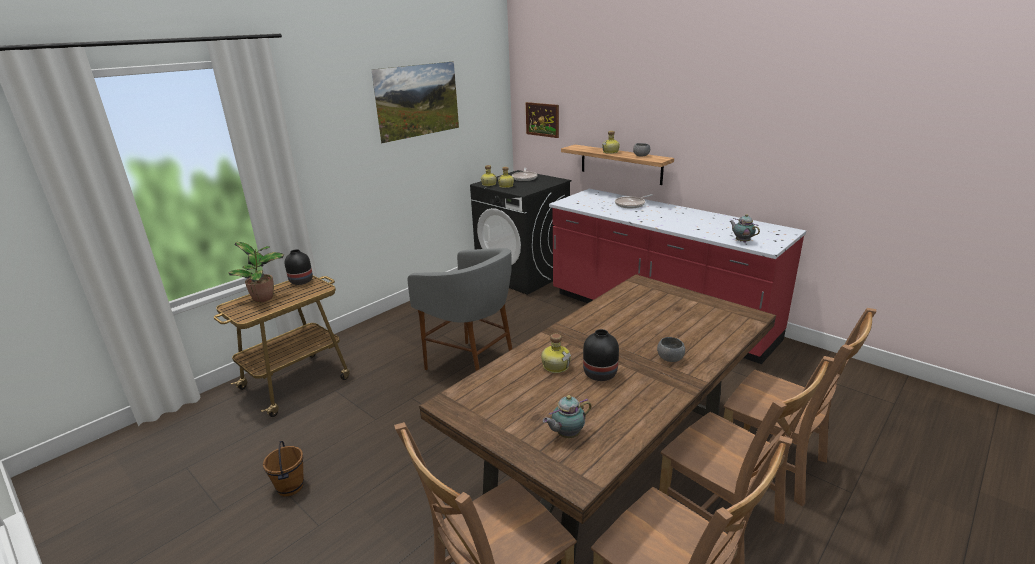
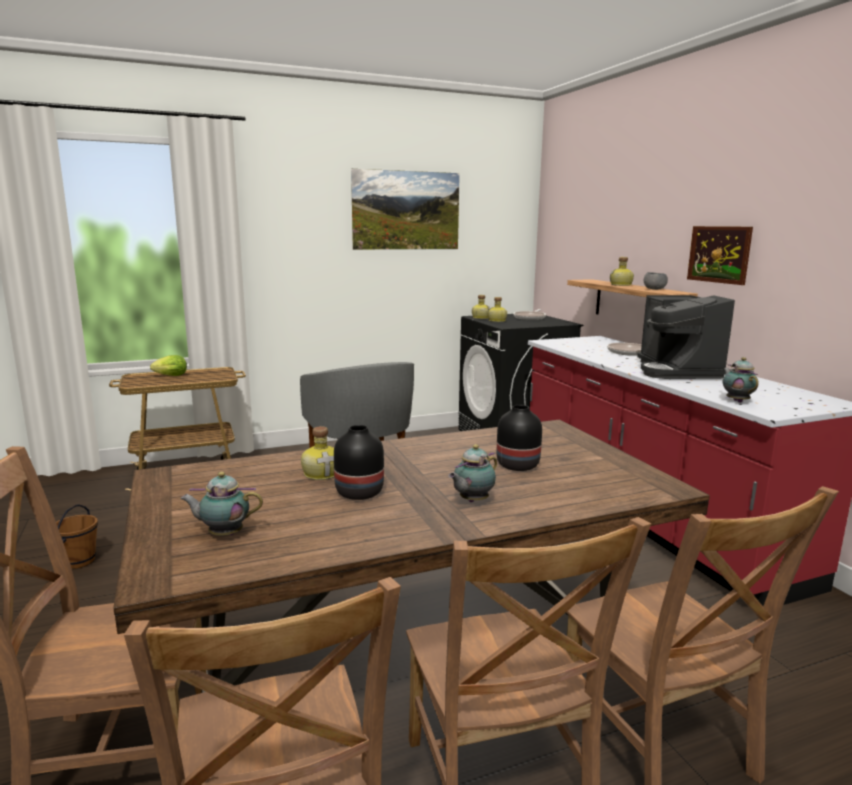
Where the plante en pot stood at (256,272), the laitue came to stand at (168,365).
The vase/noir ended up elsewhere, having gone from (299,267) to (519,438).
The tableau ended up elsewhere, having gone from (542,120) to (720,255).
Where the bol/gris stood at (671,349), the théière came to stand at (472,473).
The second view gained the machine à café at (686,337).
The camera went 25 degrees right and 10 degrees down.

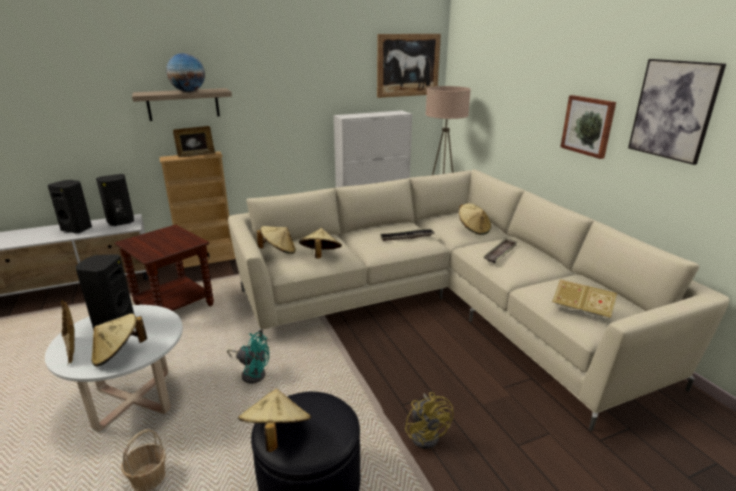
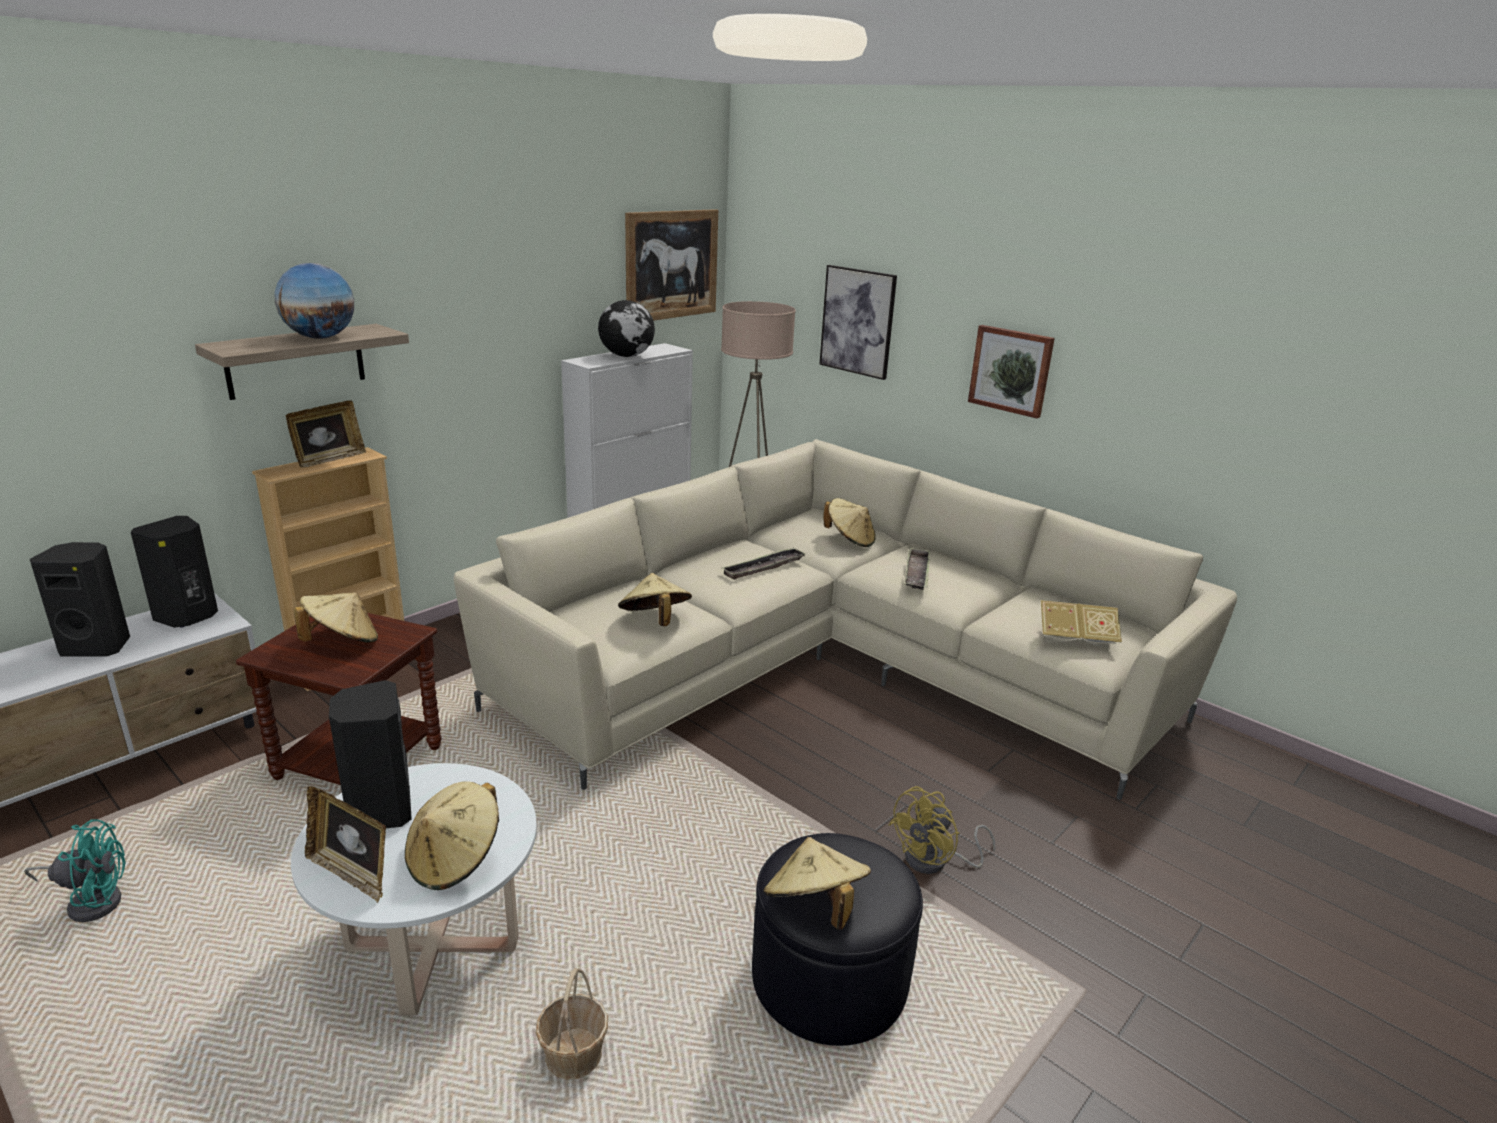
The ventilateur/turquoise ended up elsewhere, having gone from (248,358) to (75,870).
The chapeau/beige ended up elsewhere, having gone from (276,240) to (336,618).
The ventilateur/jaune at (429,420) ended up facing another way, 90 degrees clockwise from before.
The tableau ended up elsewhere, having gone from (677,112) to (858,322).
The second view gained the globe at (626,328).
The camera went 25 degrees left and 0 degrees up.

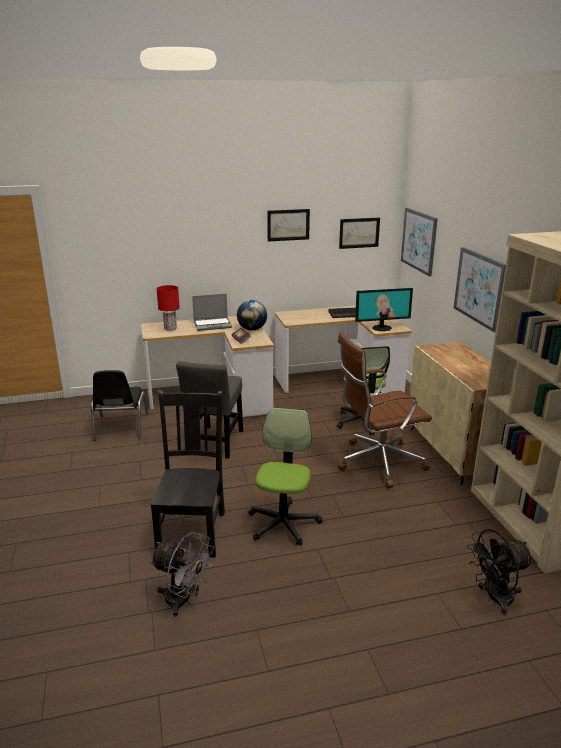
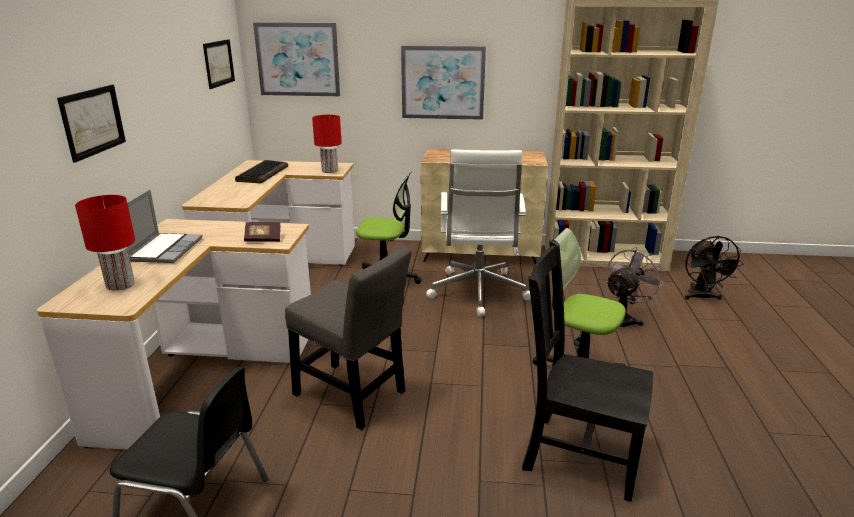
The ventilateur/gris ended up elsewhere, having gone from (182,574) to (635,287).
The second view lost the globe at (252,315).
The tableau ended up elsewhere, having gone from (288,225) to (91,124).
What was the chaise de bureau/marron at (385,410) turned into the chaise de bureau/blanc at (478,233).
Where the écran d'ordinateur stood at (384,309), the lampe de table/rouge came to stand at (327,144).
The camera went 70 degrees left and 0 degrees up.

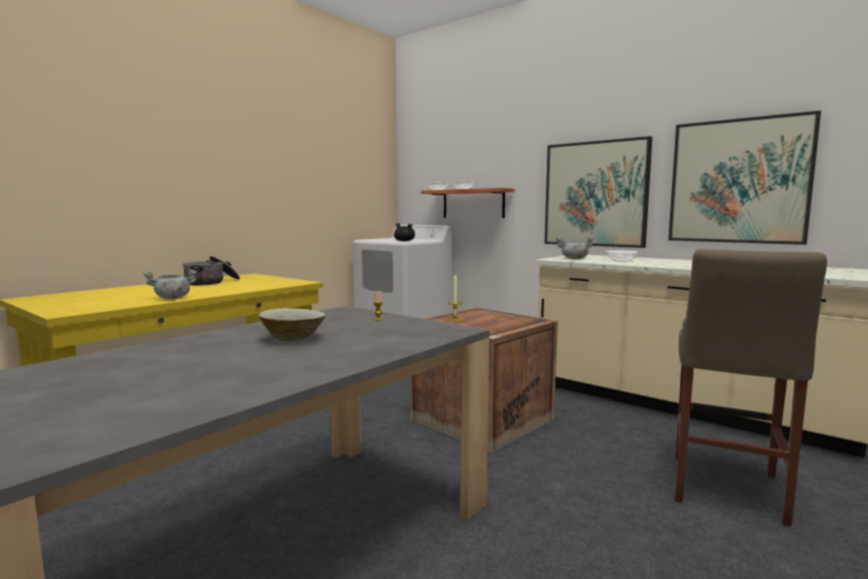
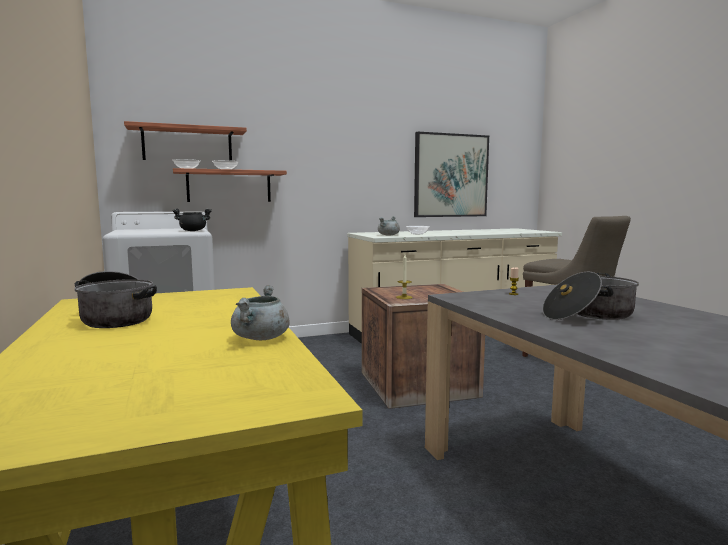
Where the bol/beige stood at (292,324), the marmite came to stand at (590,296).
The second view lost the tableau at (598,192).
The second view gained the étagère at (185,141).
The camera went 60 degrees left and 0 degrees up.

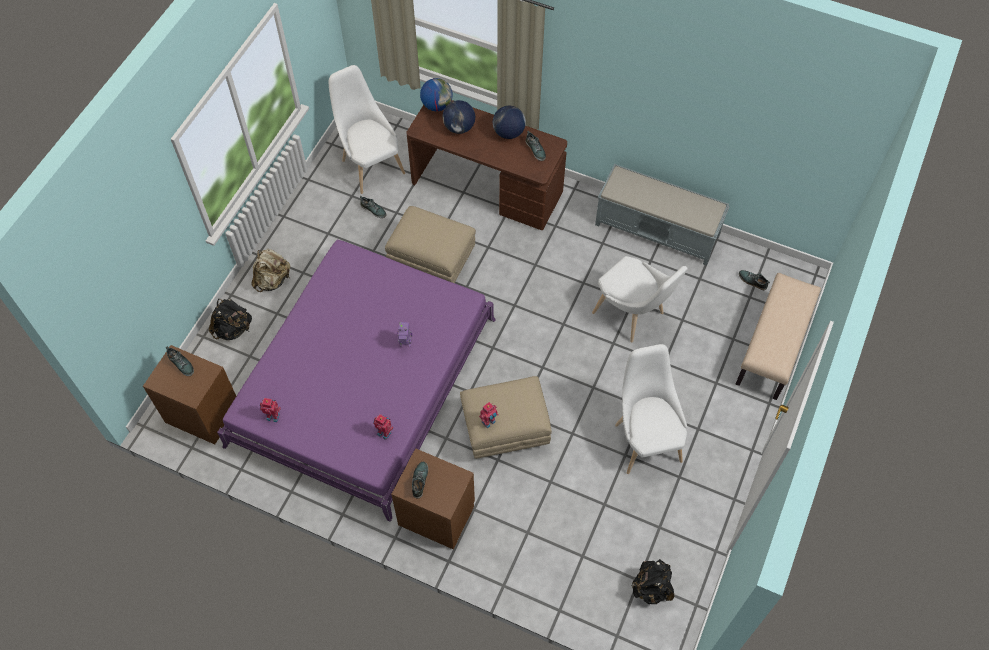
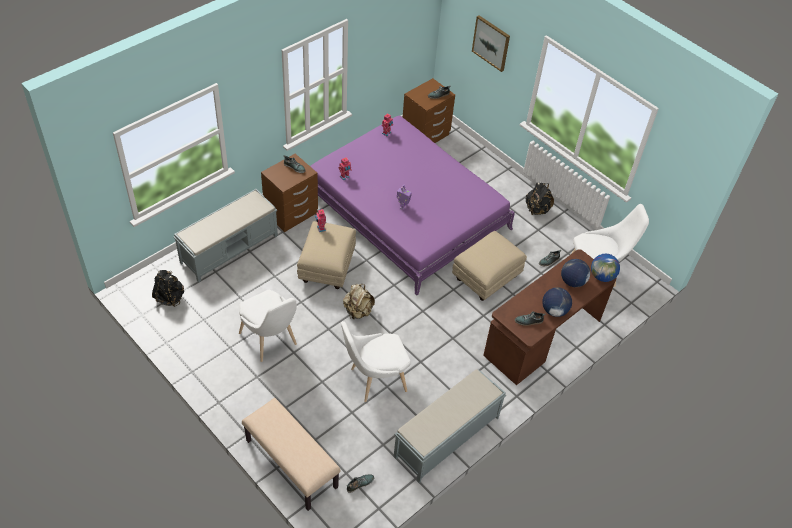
The sac à dos/noir ended up elsewhere, having gone from (230,319) to (540,198).
The sac à dos/beige ended up elsewhere, having gone from (270,270) to (359,302).
The chaise/blanc at (651,409) ended up facing another way, 45 degrees clockwise from before.
The second view gained the banc/gris at (226,235).
The second view gained the tableau at (491,43).
The camera went 110 degrees right and 10 degrees down.

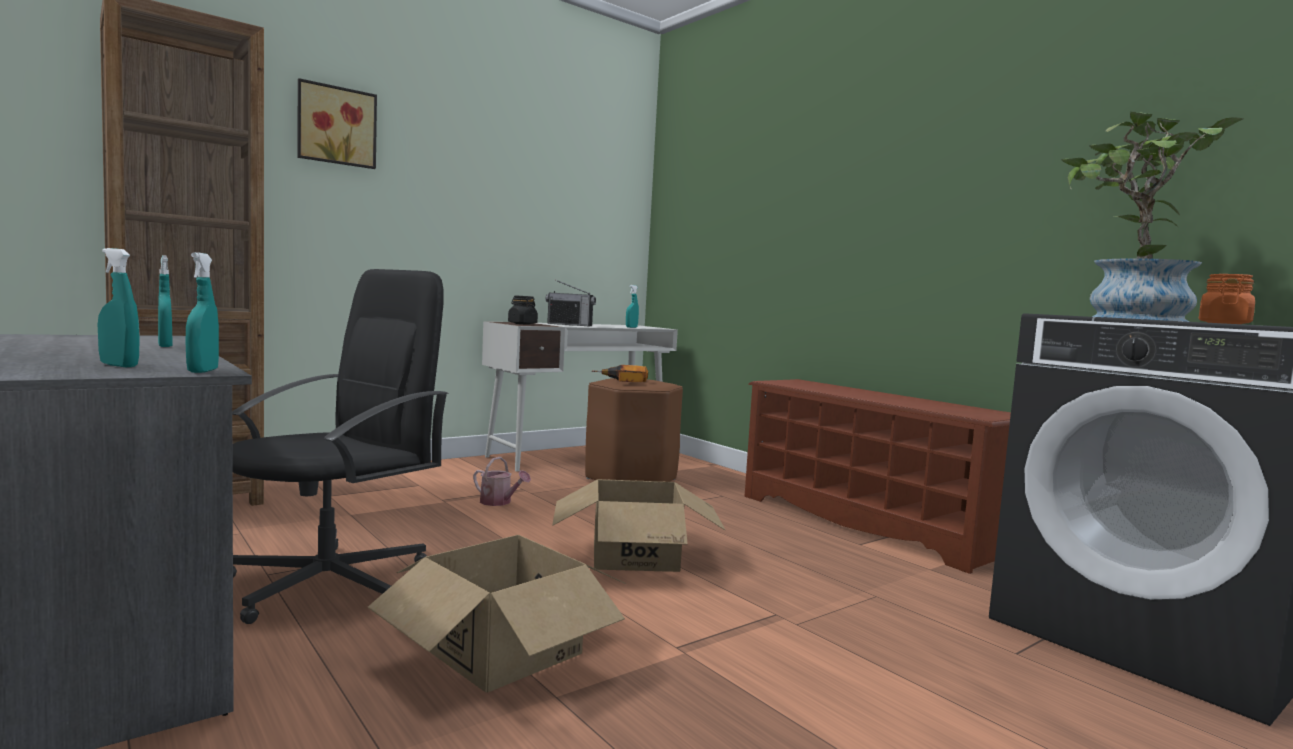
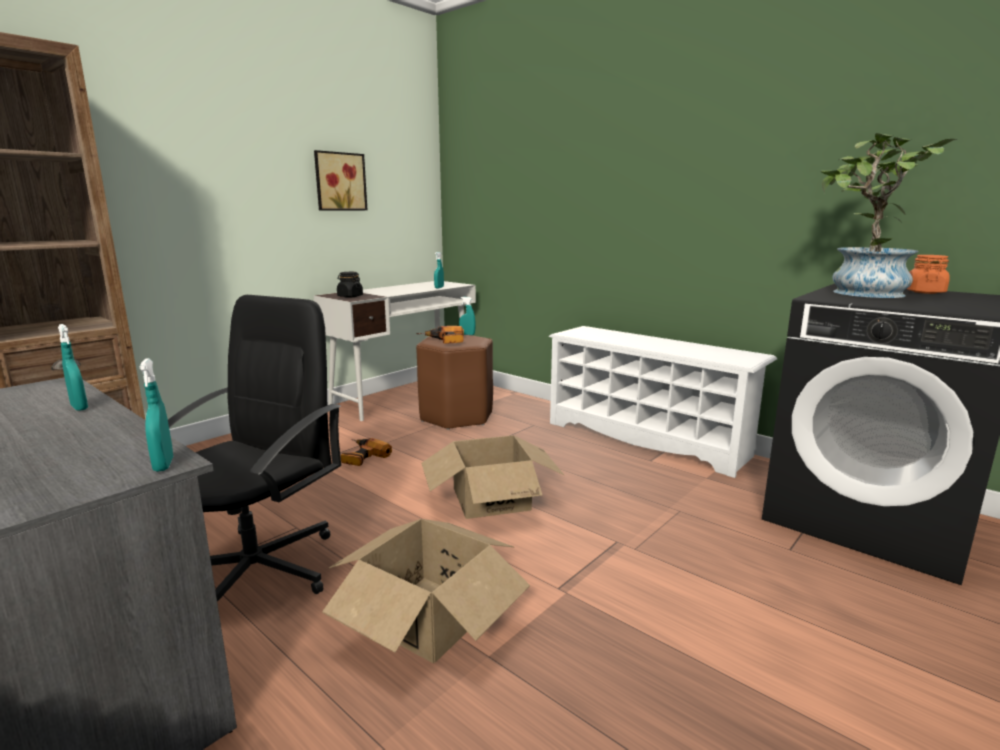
The vaporisateur/turquoise ended up elsewhere, having gone from (119,307) to (467,316).
The tableau ended up elsewhere, having gone from (337,123) to (340,180).
Where the arrosoir stood at (502,481), the perceuse came to stand at (366,452).
The second view lost the radio at (571,303).
What was the étagère à chaussures/marron at (878,476) turned into the étagère à chaussures/blanc at (663,402).
The camera went 10 degrees left and 10 degrees up.

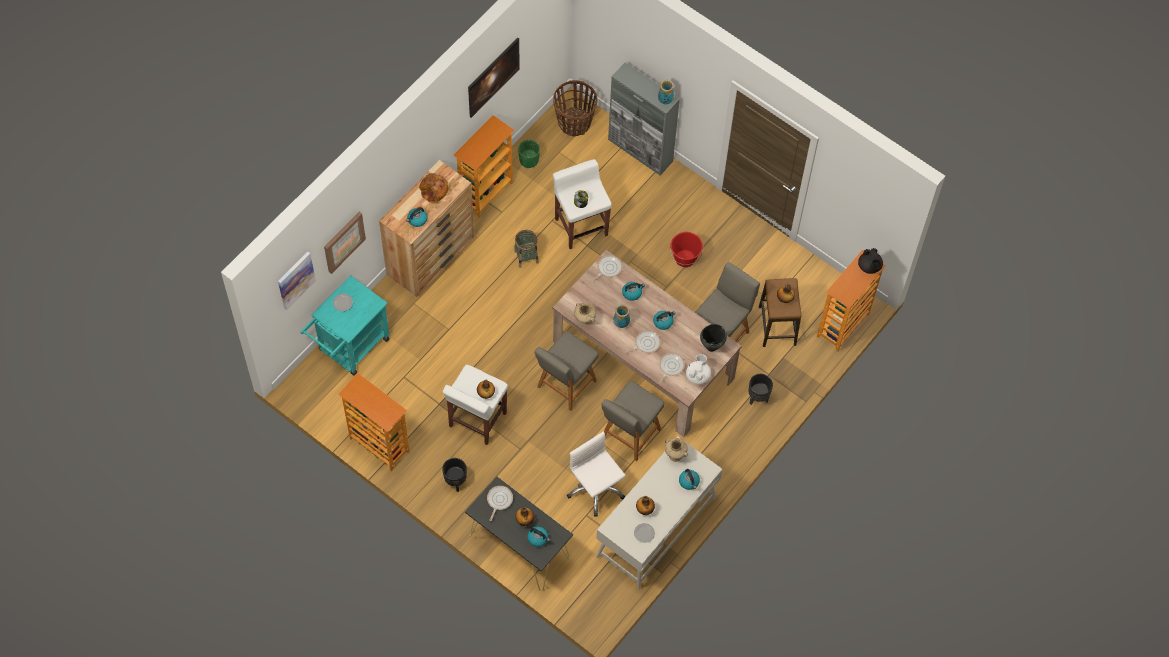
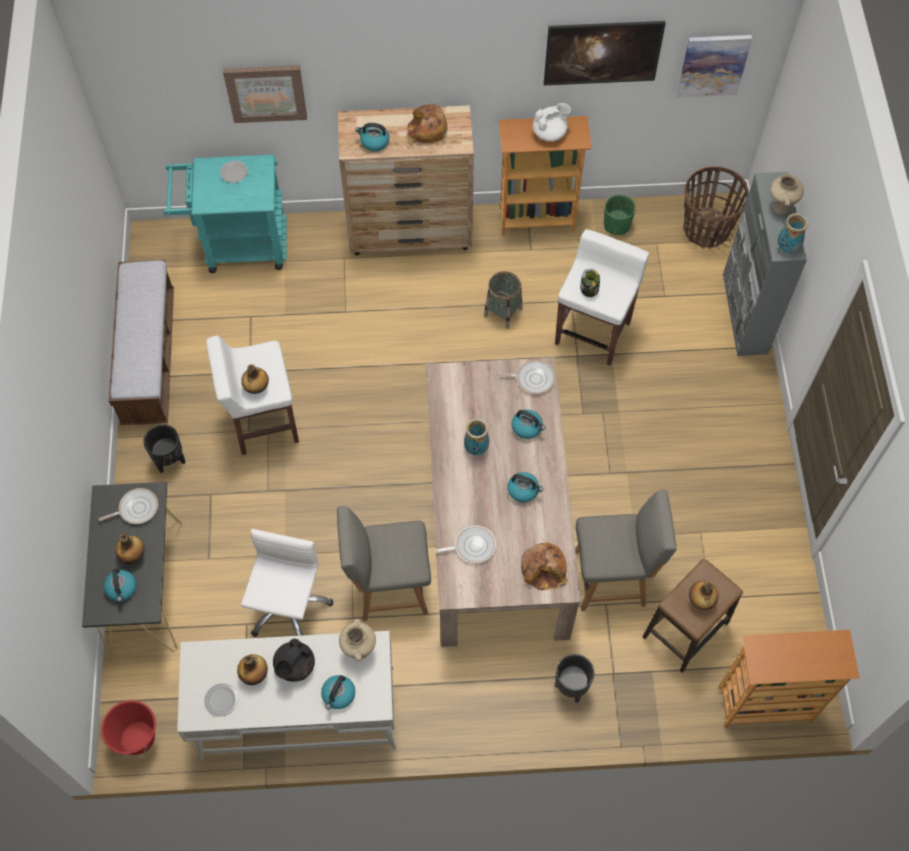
The tableau ended up elsewhere, having gone from (297,281) to (714,66).
Where the bibliothèque stood at (373,422), the banc came to stand at (141,342).
The second view lost the chaise/gris at (567,371).
The vase/beige ended up elsewhere, having gone from (585,315) to (787,194).
The second view lost the poêle at (643,342).
The seau/rouge ended up elsewhere, having gone from (686,249) to (128,729).
The théière/blanc ended up elsewhere, having gone from (698,369) to (552,122).
Where the marmite/noir stood at (713,338), the pain came to stand at (544,567).
The théière/noir ended up elsewhere, having gone from (870,261) to (294,660).
The camera went 50 degrees right and 0 degrees up.

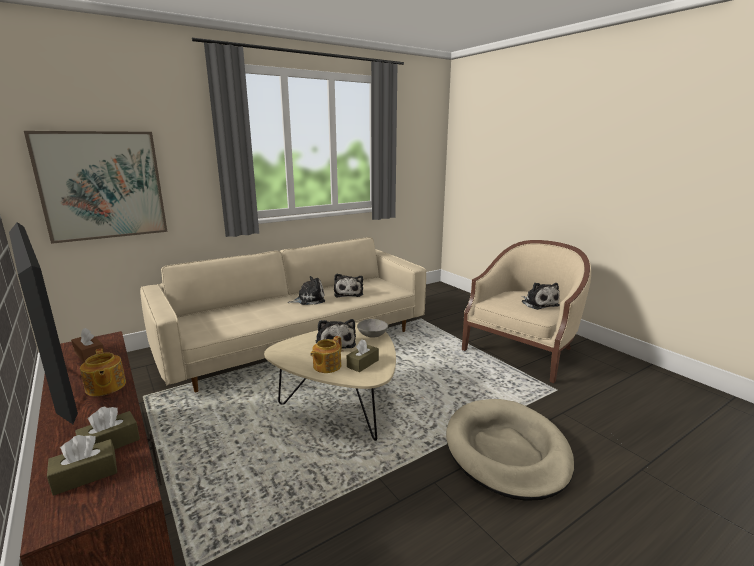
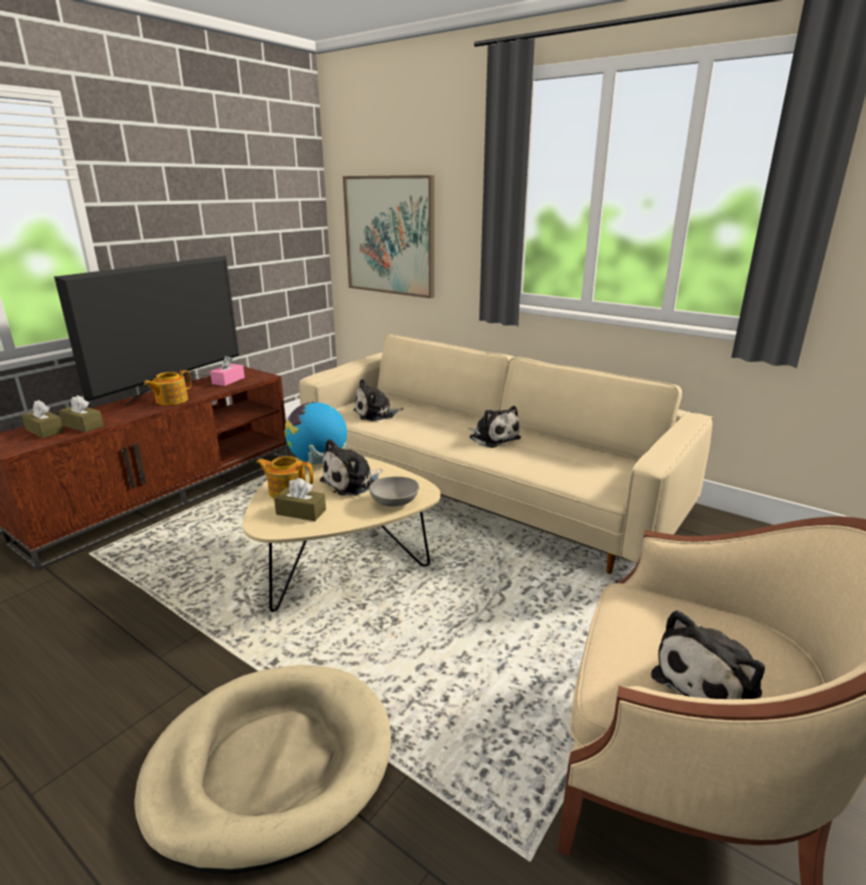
What was the boîte à mouchoirs/marron at (88,345) turned into the boîte à mouchoirs/rose at (227,371).
The peluche ended up elsewhere, having gone from (348,285) to (378,400).
The second view gained the globe at (315,433).
The camera went 70 degrees right and 5 degrees up.

